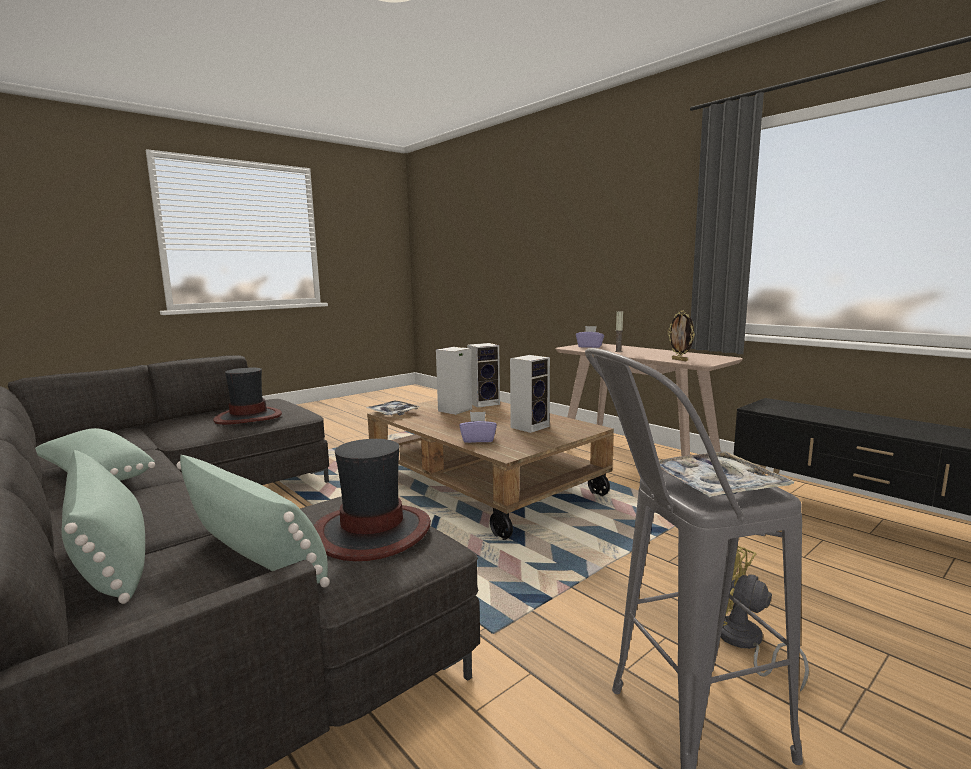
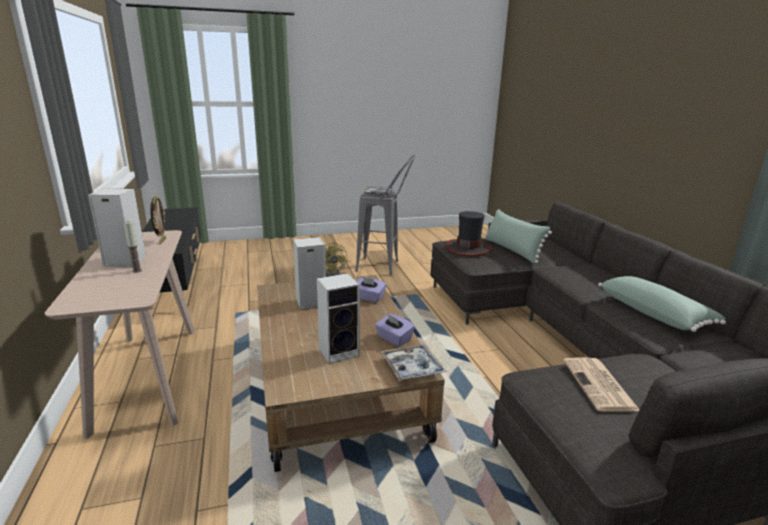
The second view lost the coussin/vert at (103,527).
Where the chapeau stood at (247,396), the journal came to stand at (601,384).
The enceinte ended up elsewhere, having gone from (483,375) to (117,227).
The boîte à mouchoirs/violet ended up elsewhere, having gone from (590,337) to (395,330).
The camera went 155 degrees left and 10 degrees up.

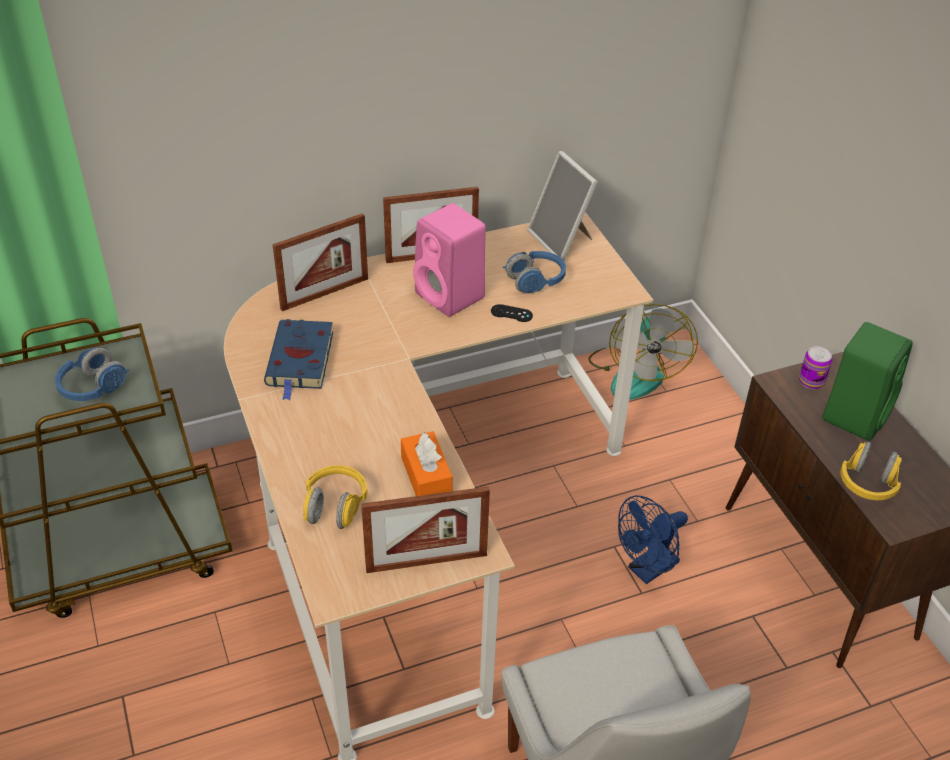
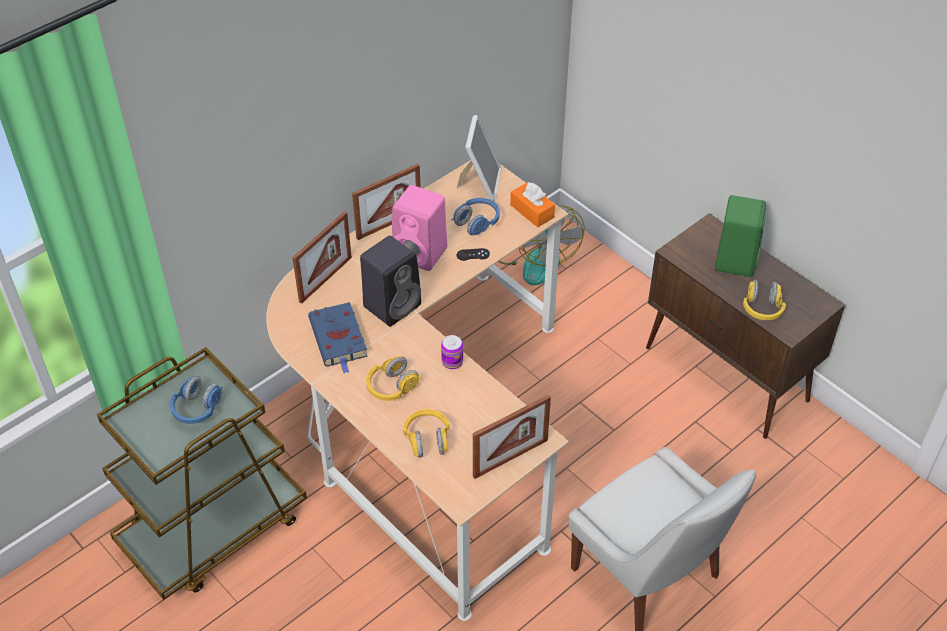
The boîte à mouchoirs/orange ended up elsewhere, having gone from (427,463) to (532,204).
The cadre photo at (562,206) ended up facing another way, 120 degrees counterclockwise from before.
The second view lost the ventilateur/bleu at (653,539).
The boîte métallique ended up elsewhere, having gone from (816,367) to (452,352).
The second view gained the enceinte/noir at (390,281).
The second view gained the casque audio/jaune at (394,378).
The camera went 20 degrees left and 5 degrees up.

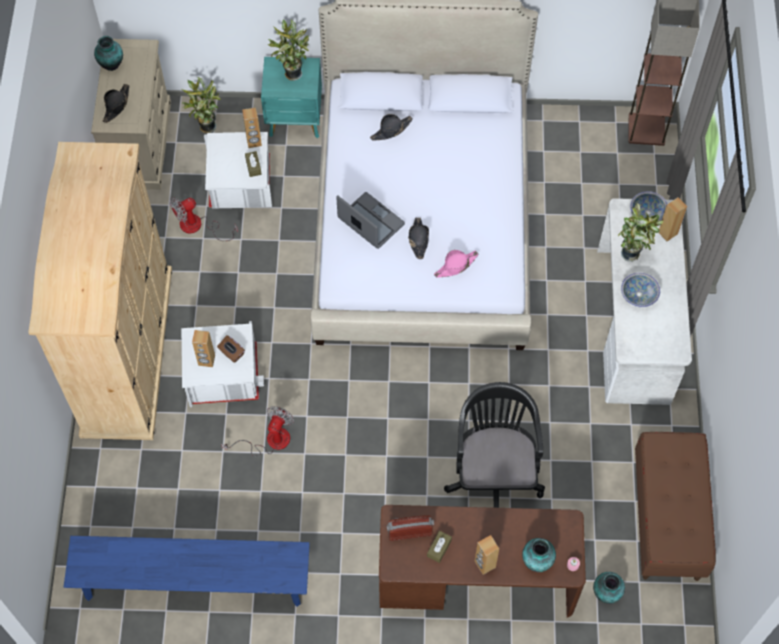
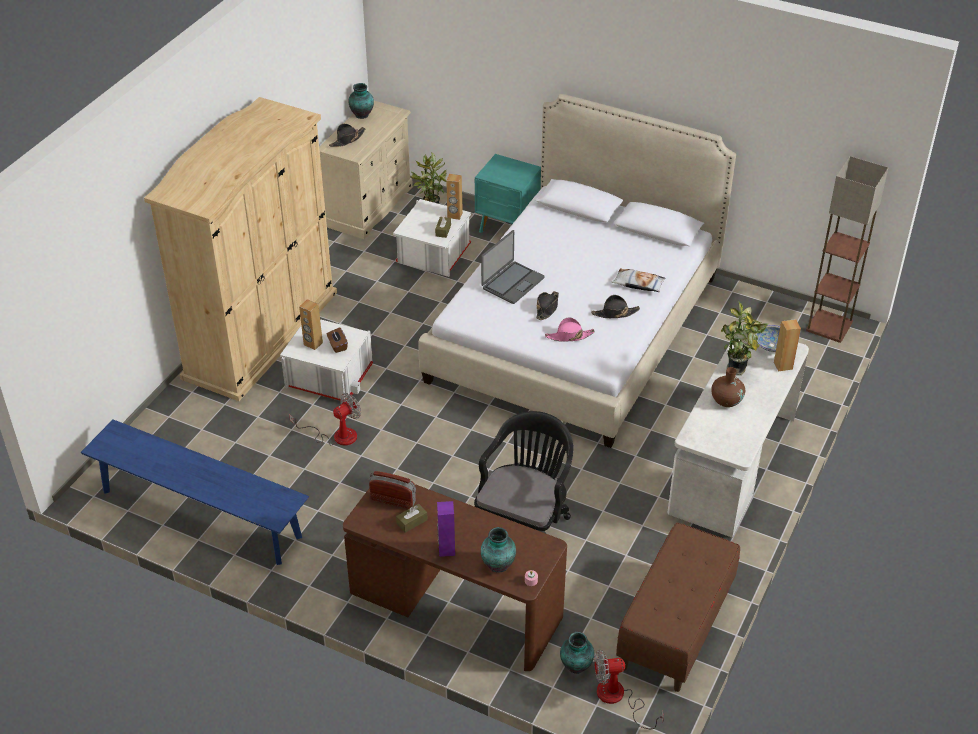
The ventilateur ended up elsewhere, having gone from (204,219) to (629,689).
The second view lost the plante en pot at (288,50).
The ordinateur portable at (370,220) ended up facing another way, 60 degrees clockwise from before.
The chapeau/noir ended up elsewhere, having gone from (391,127) to (615,306).
What was the enceinte/marron at (487,555) turned into the enceinte/violet at (446,529).
Where the bol stood at (640,290), the vase/marron came to stand at (728,387).
The second view gained the coussin at (638,280).
The camera went 25 degrees right and 20 degrees down.

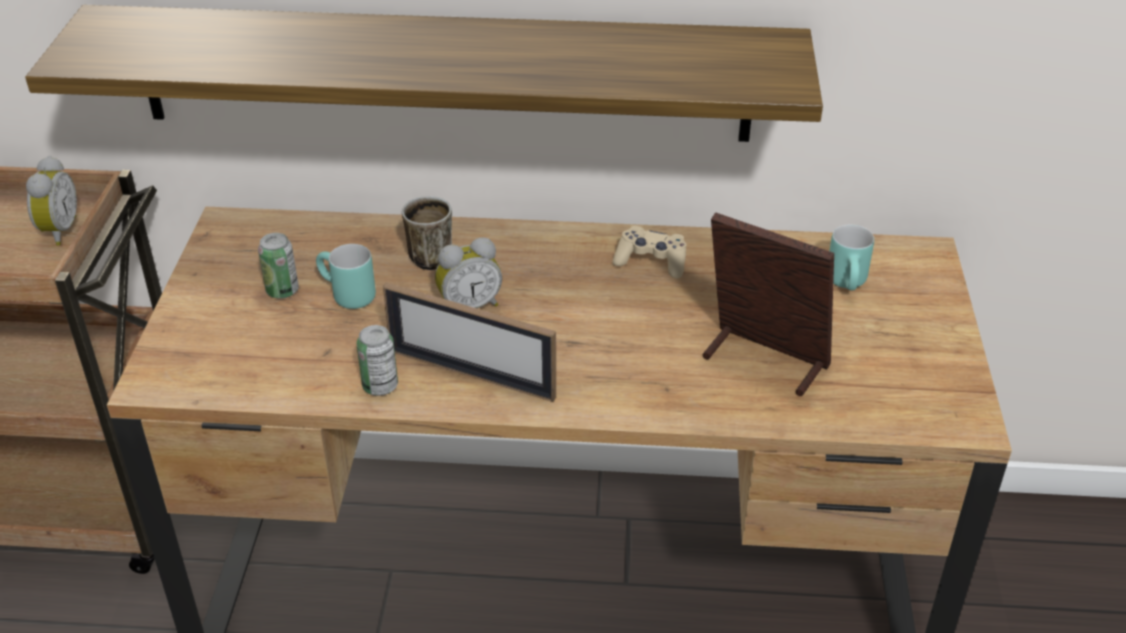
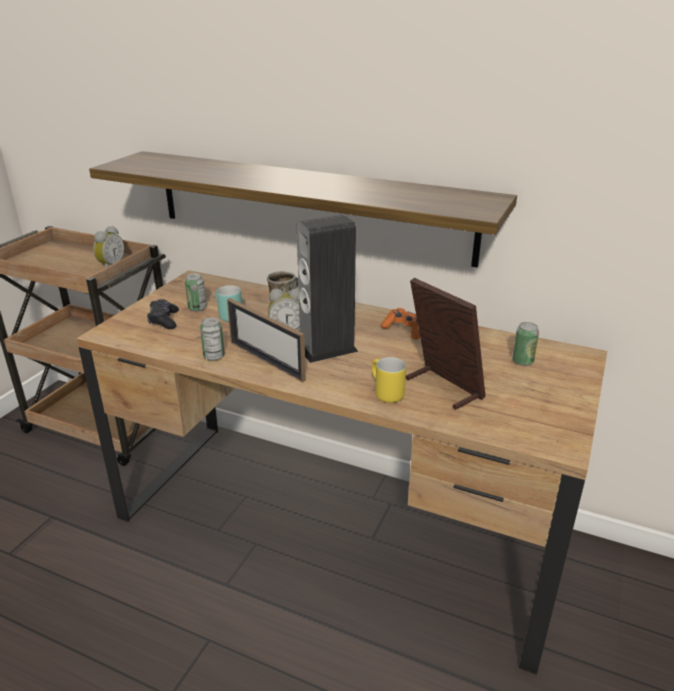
What was the manette/beige at (650,252) turned into the manette/orange at (400,324).
Where the mug/turquoise stood at (851,258), the boîte métallique came to stand at (525,344).
The second view gained the manette/noir at (163,314).
The second view gained the enceinte at (327,289).
The second view gained the mug/jaune at (389,380).
The camera went 20 degrees right and 10 degrees down.

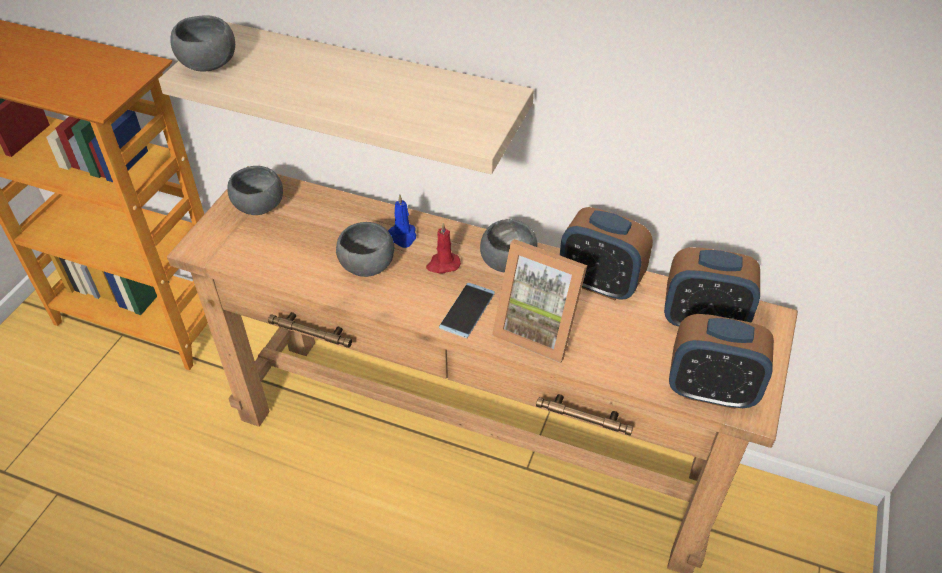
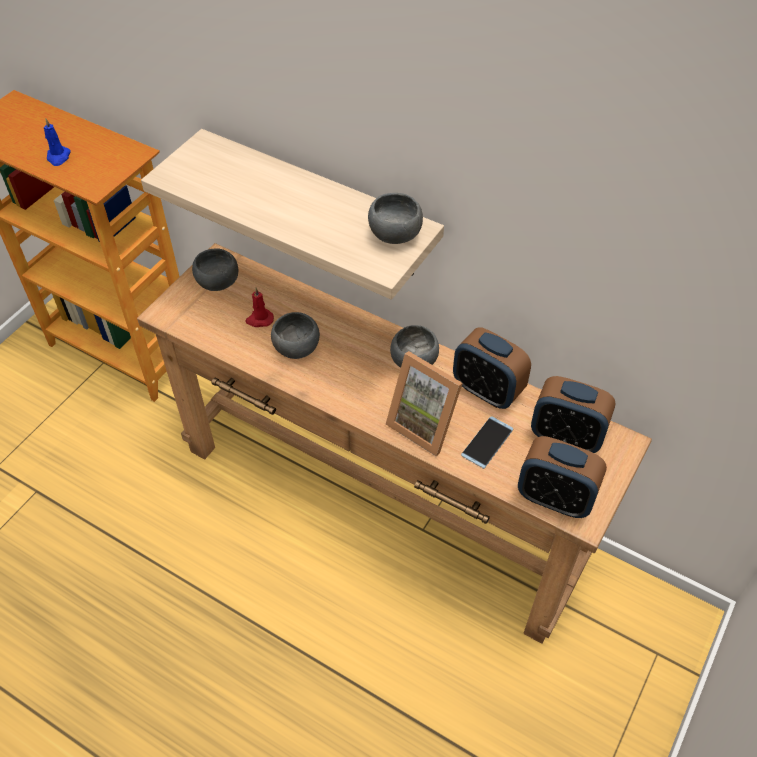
The bol/gris ended up elsewhere, having gone from (202,43) to (395,218).
The bougie/bleu ended up elsewhere, having gone from (402,221) to (57,142).
The bougie/rouge ended up elsewhere, having gone from (443,248) to (259,307).
The téléphone ended up elsewhere, having gone from (467,310) to (487,442).
The camera went 10 degrees right and 5 degrees up.

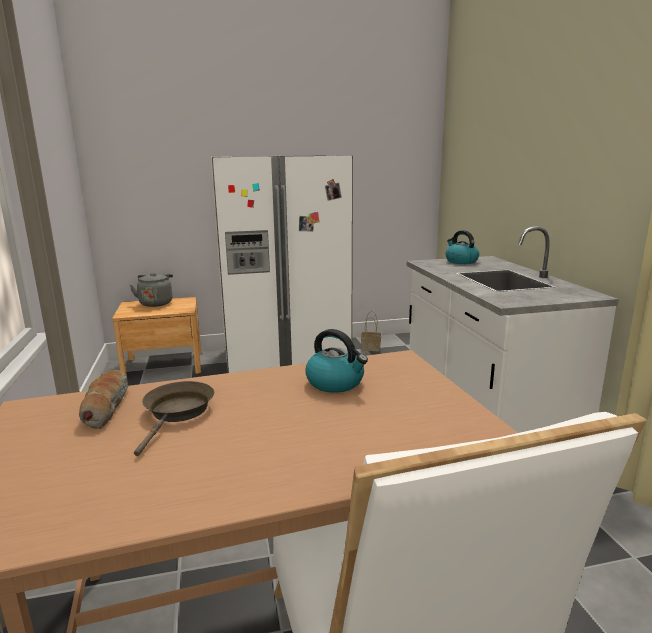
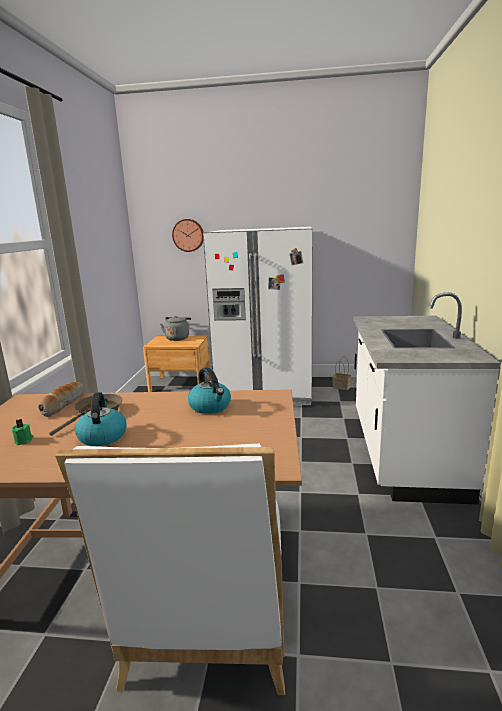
The bouilloire ended up elsewhere, having gone from (462,247) to (101,419).
The second view gained the bougie/vert at (22,432).
The second view gained the horloge murale at (188,235).
The camera went 20 degrees right and 0 degrees up.

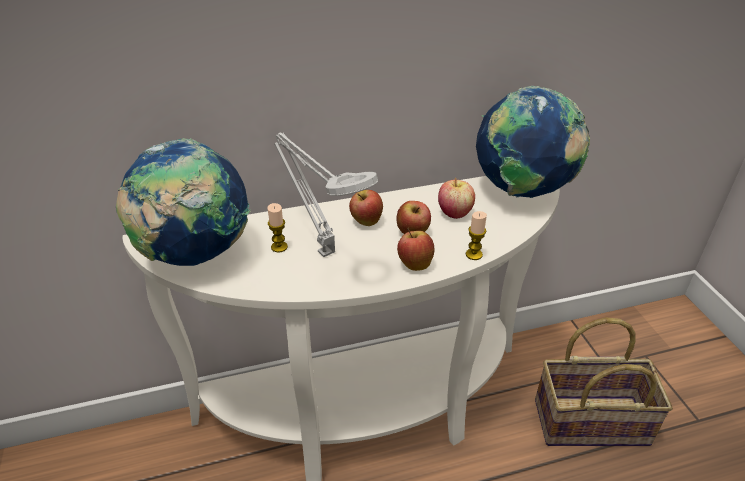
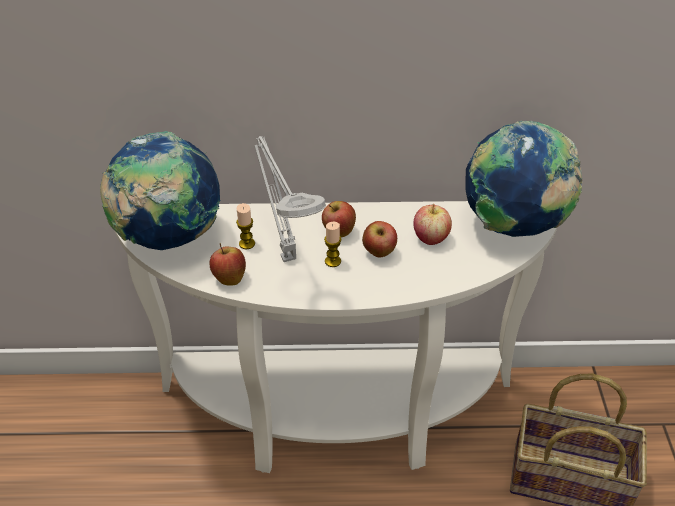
The pomme ended up elsewhere, having gone from (415,249) to (227,264).
The bougie ended up elsewhere, having gone from (476,235) to (333,244).
The camera went 15 degrees right and 5 degrees up.

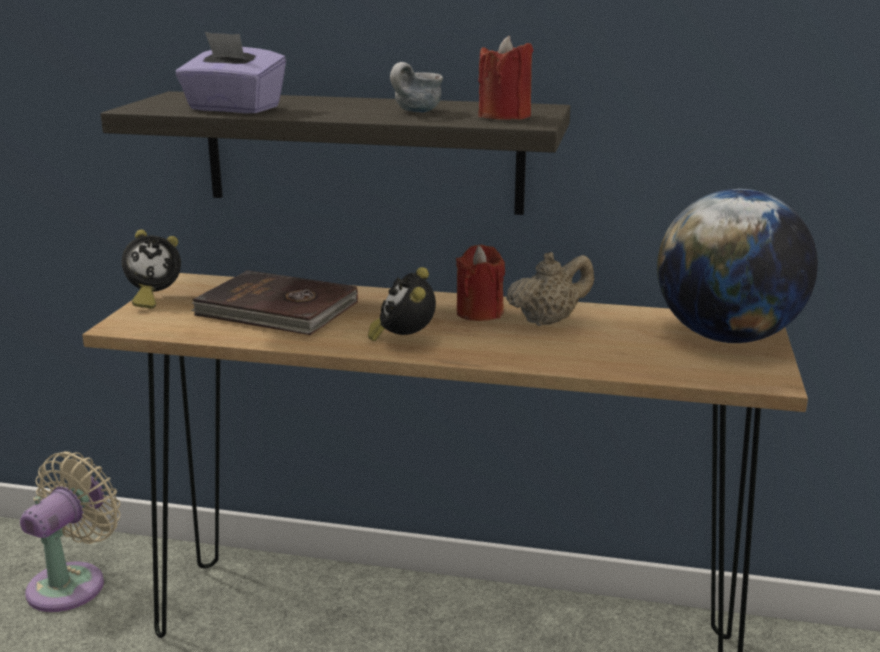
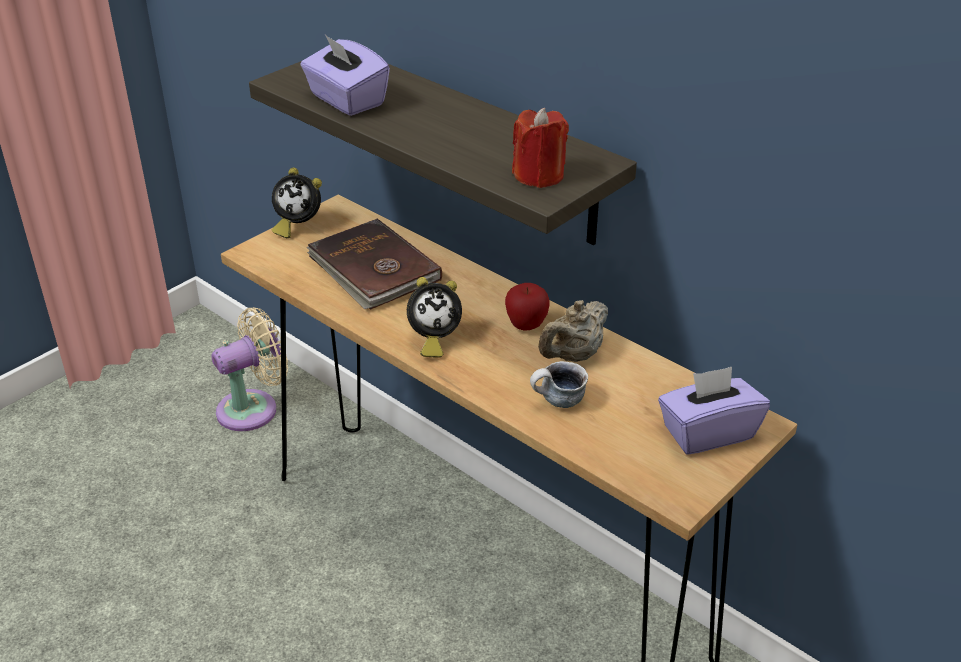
The réveil at (402,304) ended up facing another way, 135 degrees counterclockwise from before.
The mug ended up elsewhere, having gone from (416,87) to (559,384).
Where the bougie/rouge stood at (480,282), the pomme came to stand at (527,306).
The théière/beige at (550,289) ended up facing another way, 135 degrees clockwise from before.
Where the globe stood at (737,266), the boîte à mouchoirs/violet came to stand at (714,411).
The camera went 30 degrees right and 15 degrees up.

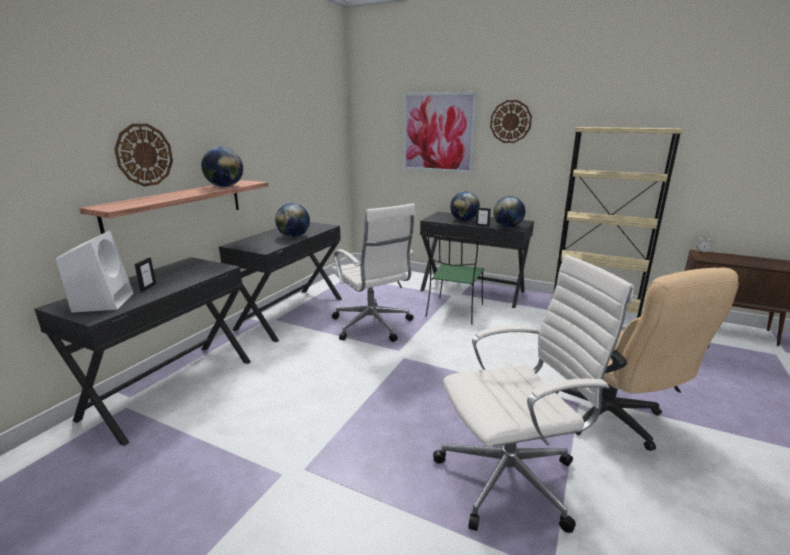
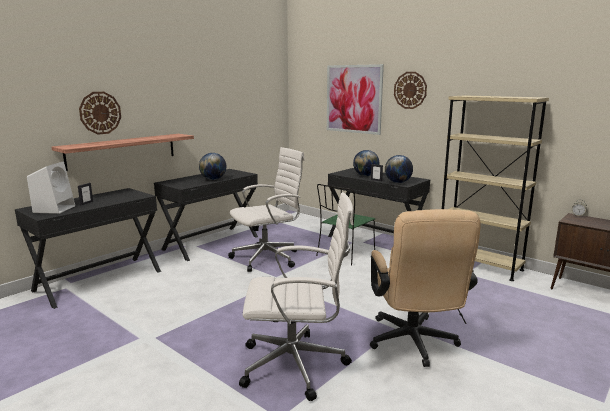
The second view lost the globe at (222,167).
The chaise de bureau/blanc at (373,272) ended up facing another way, 105 degrees counterclockwise from before.
The camera went 15 degrees right and 5 degrees down.

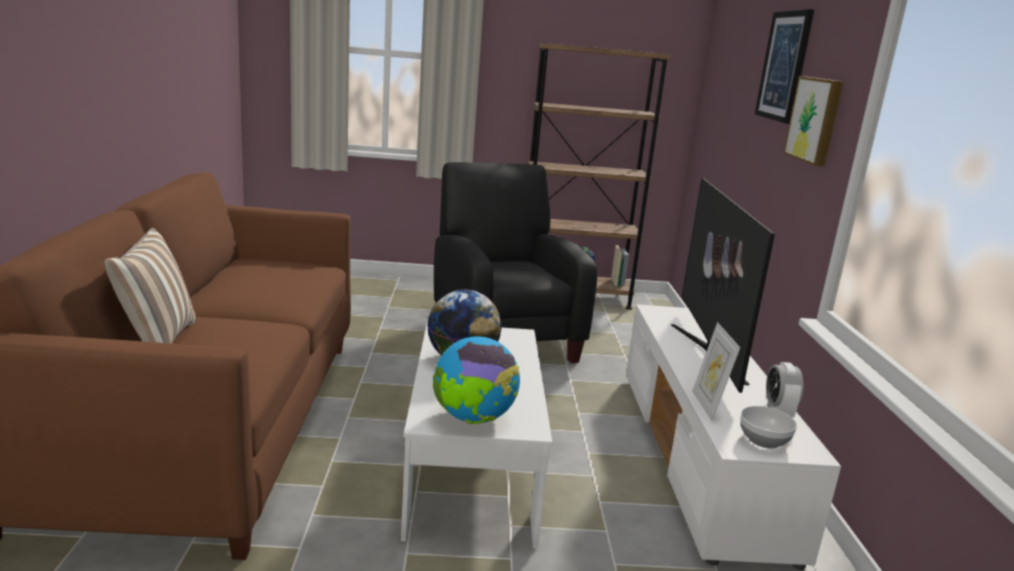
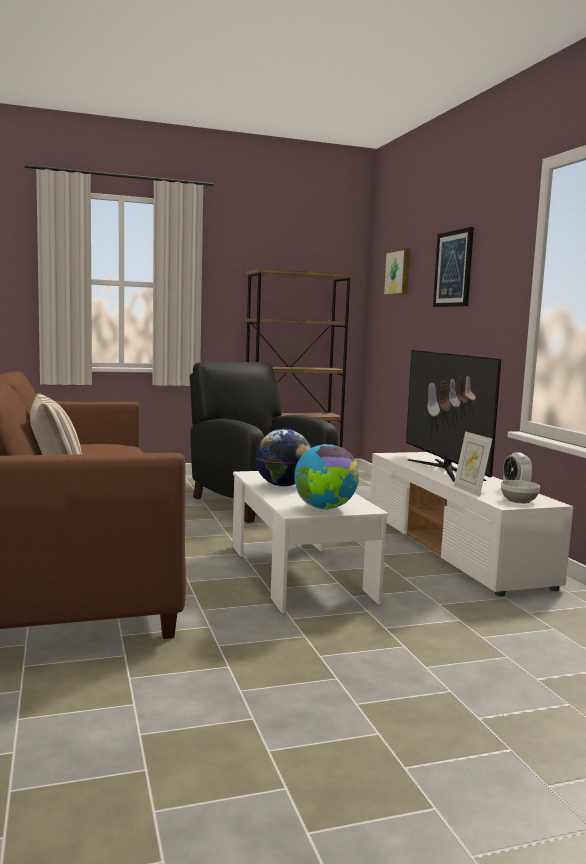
The tableau ended up elsewhere, having gone from (813,121) to (396,272).
The camera went 15 degrees left and 10 degrees down.

